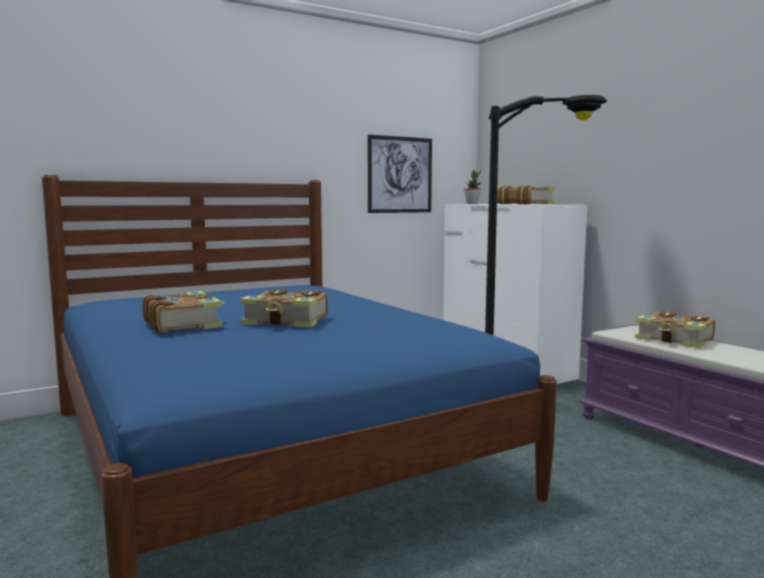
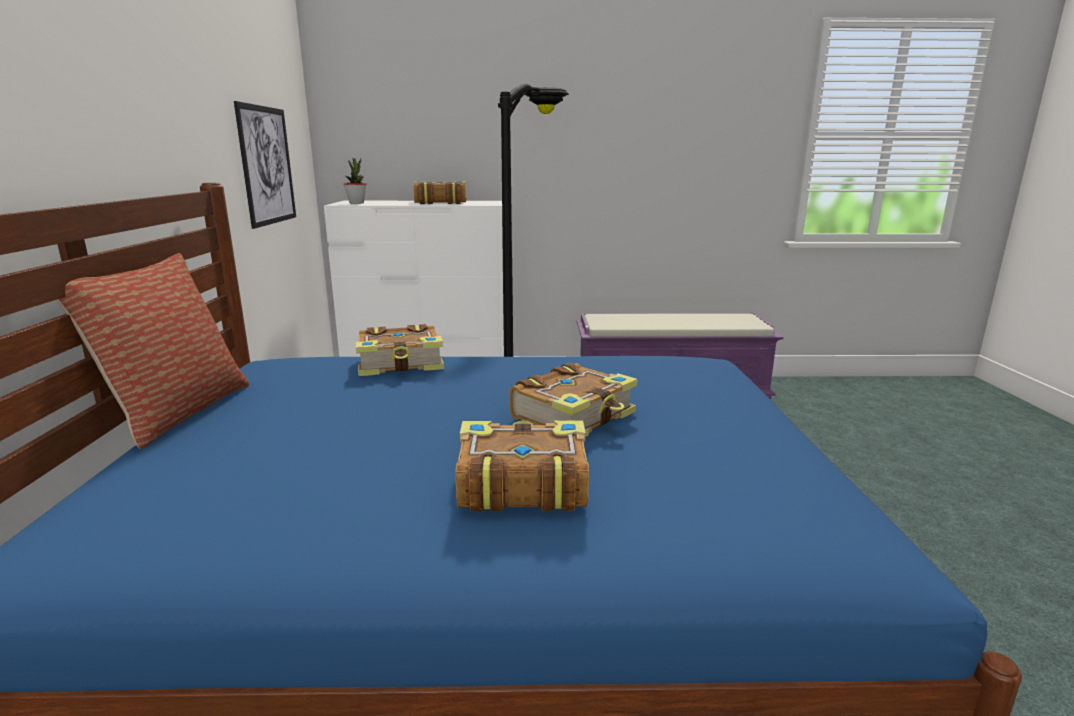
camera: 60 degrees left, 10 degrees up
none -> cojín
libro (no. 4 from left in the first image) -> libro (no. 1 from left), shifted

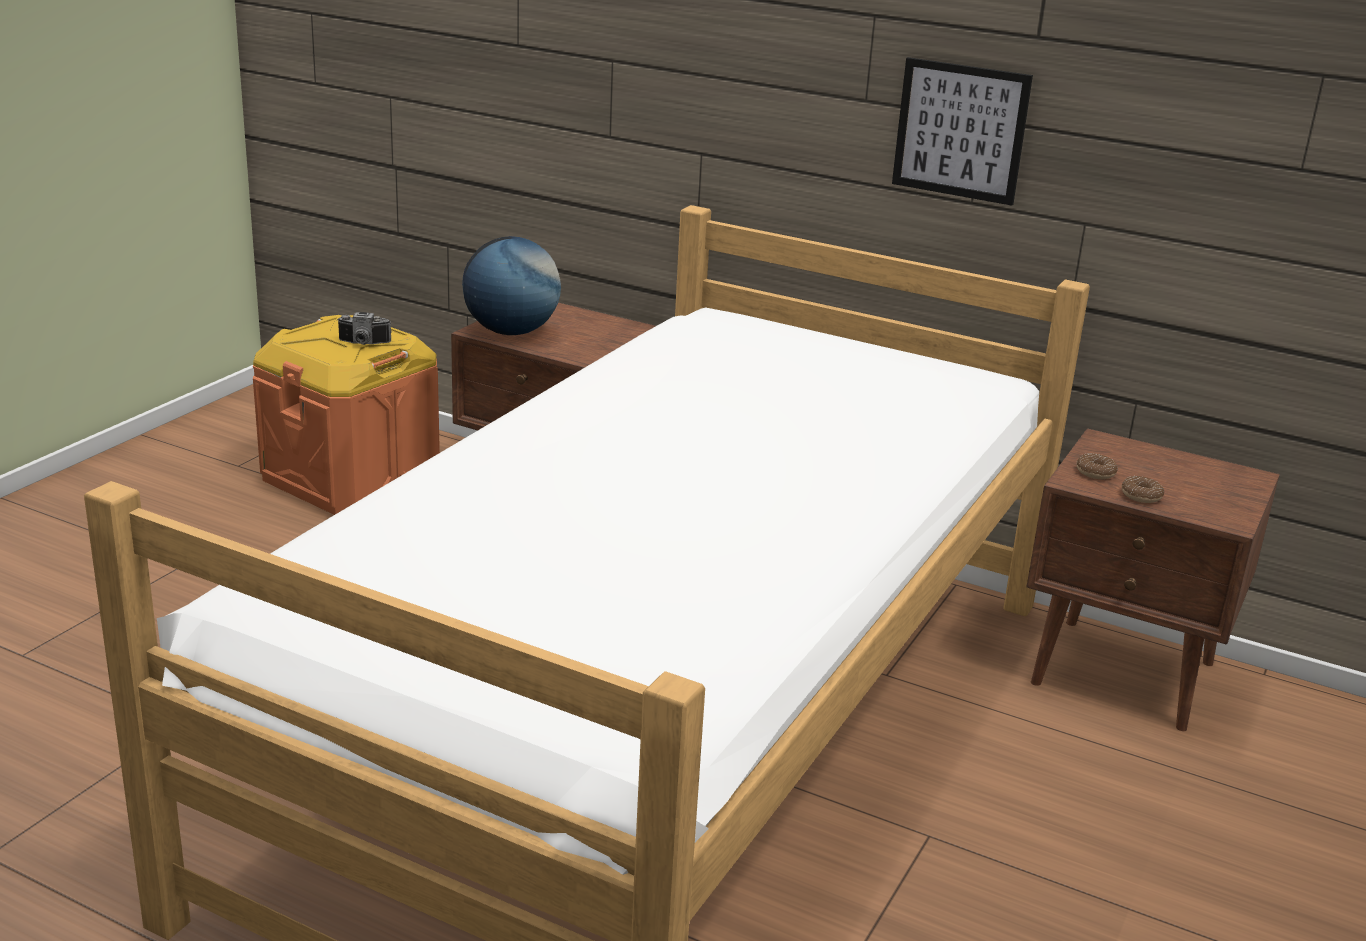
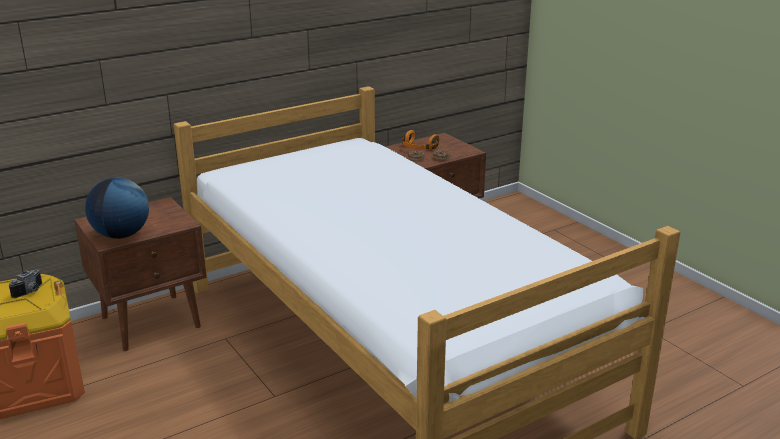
camera: 60 degrees left, 0 degrees up
none -> auriculares [naranja]
cuadro -> none

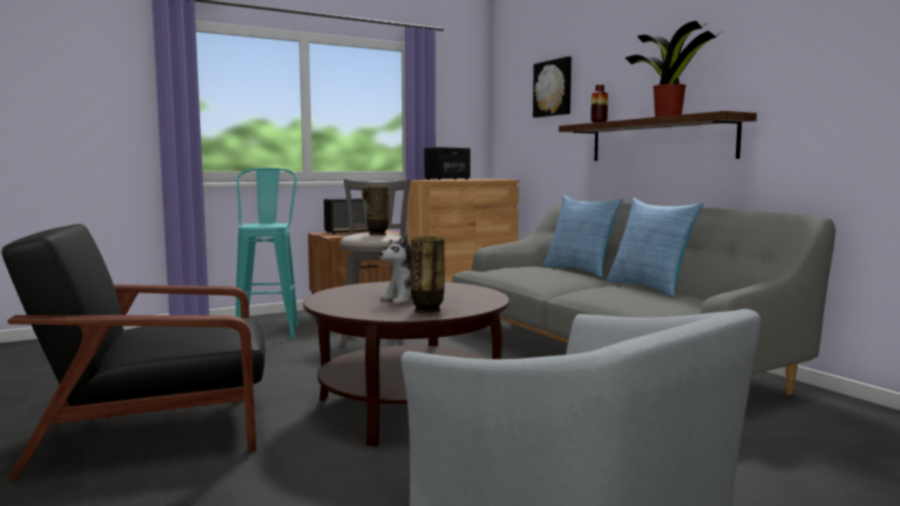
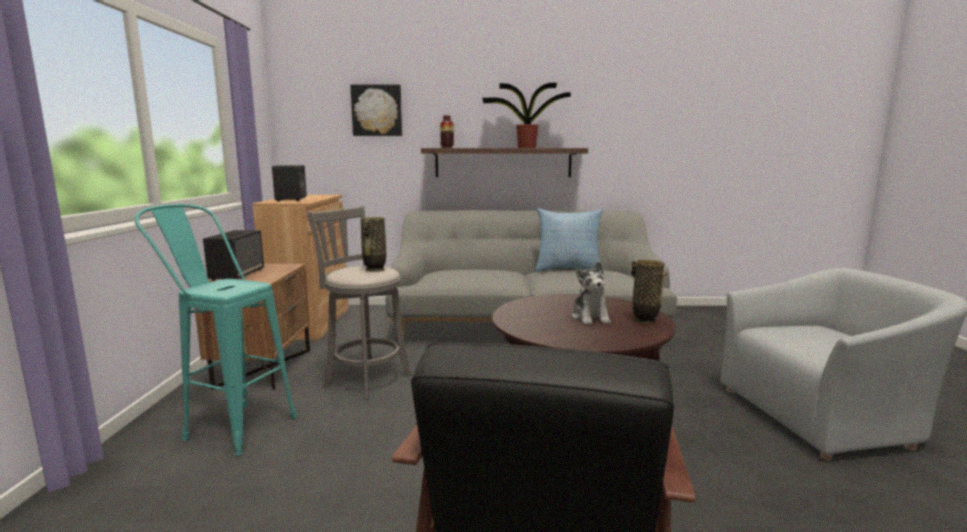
camera: 60 degrees left, 5 degrees up
cojín (no. 1 from left) -> none

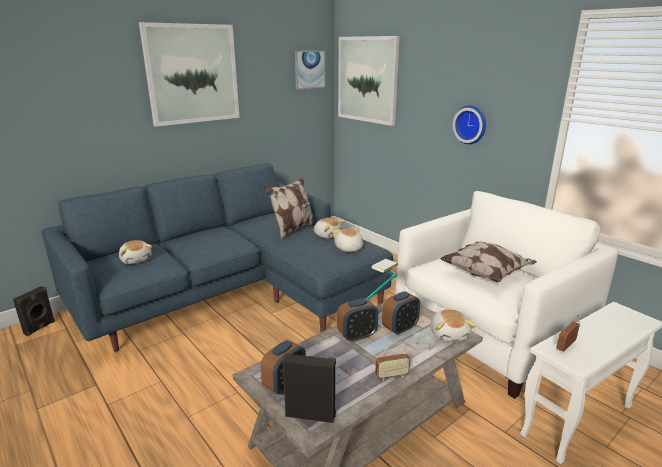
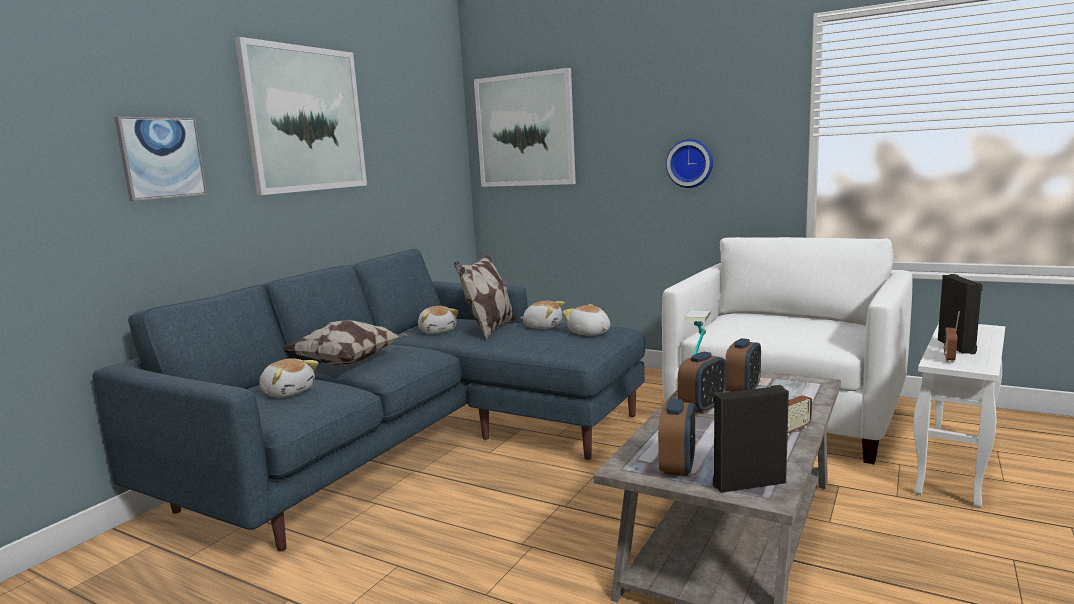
camera: 20 degrees left, 10 degrees down
cuadro (no. 2 from left in the first image) -> cuadro (no. 1 from left), shifted
cojín (no. 2 from left in the first image) -> cojín (no. 1 from left), shifted
peluche (no. 4 from left in the first image) -> peluche (no. 2 from left), shifted
altavoz [negro] (no. 1 from left in the first image) -> altavoz [negro] (no. 2 from left), shifted

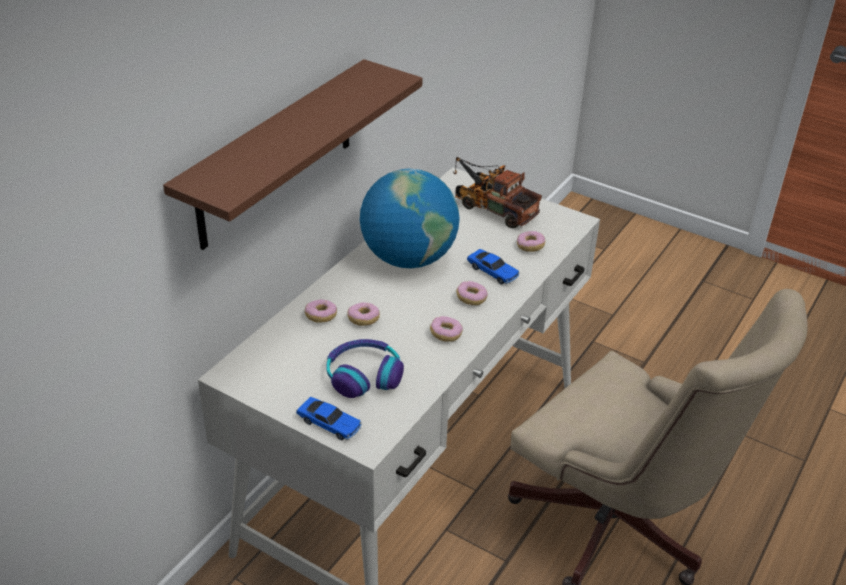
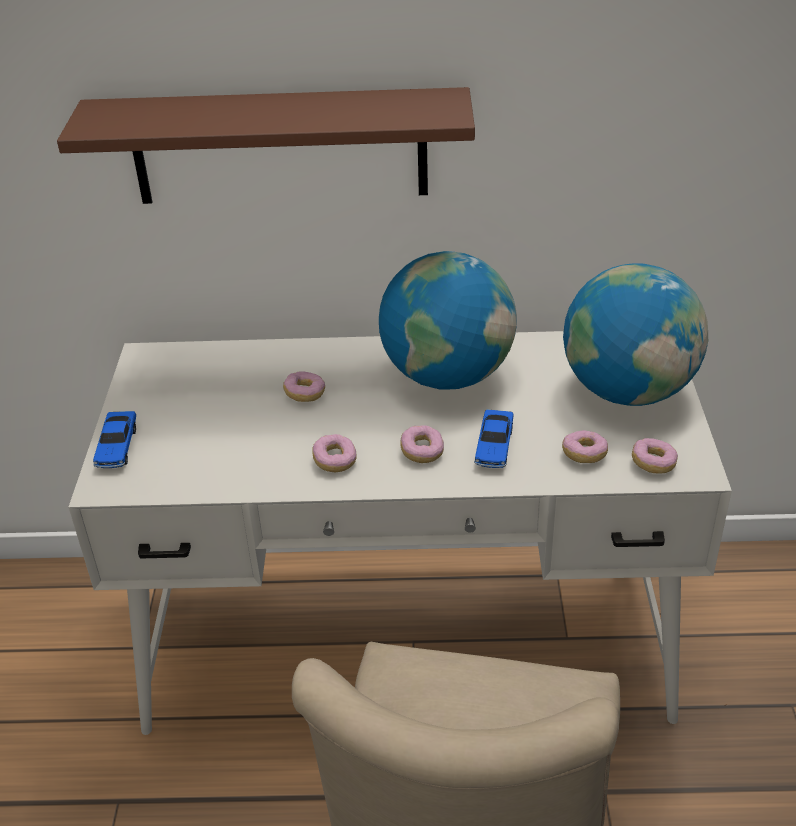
camera: 60 degrees right, 0 degrees up
camión de juguete -> globo terráqueo (no. 2 from left)
rosquilla (no. 1 from left in the first image) -> rosquilla (no. 5 from left), shifted
auriculares -> none

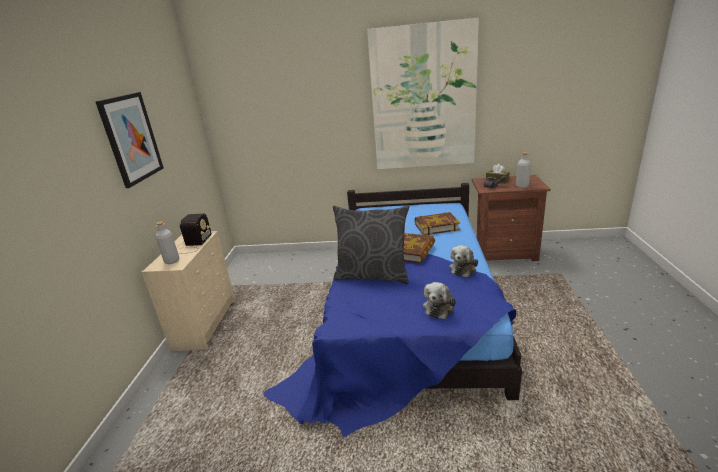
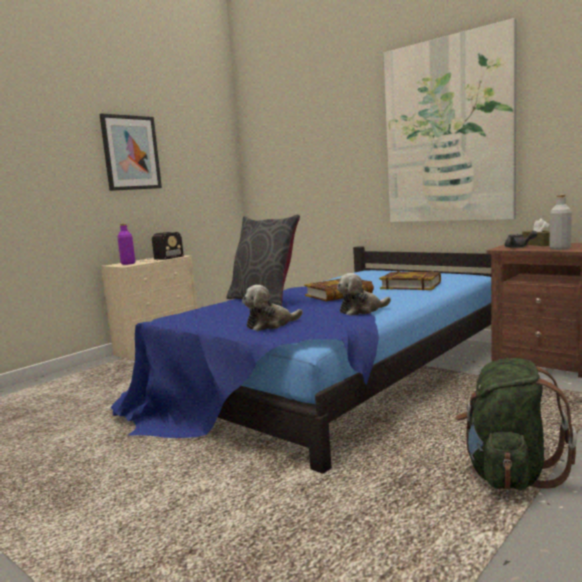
camera: 35 degrees right, 15 degrees down
botella [gris] (no. 1 from left) -> botella [morado]
none -> mochila [verde]

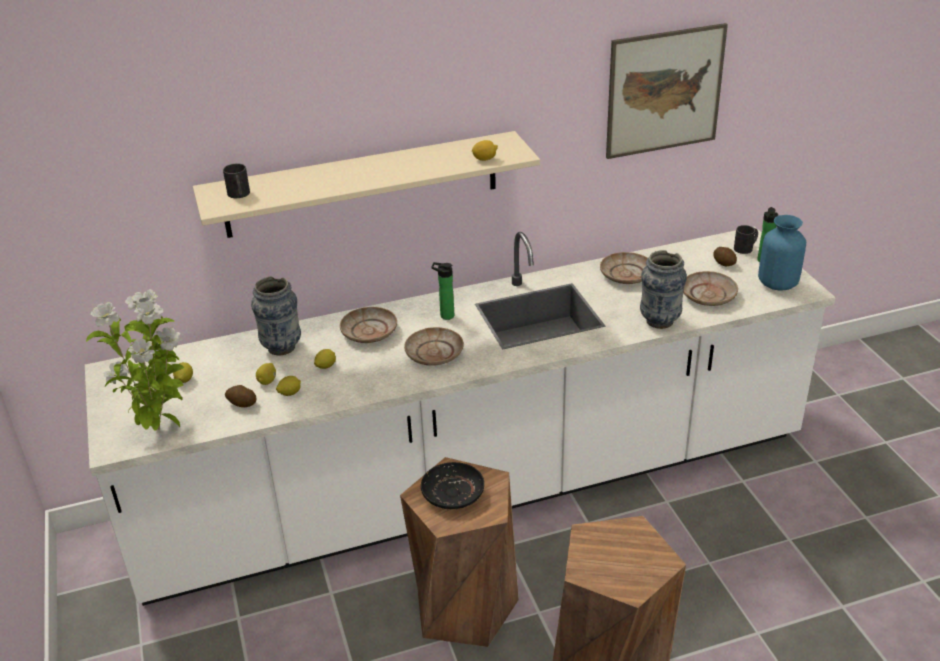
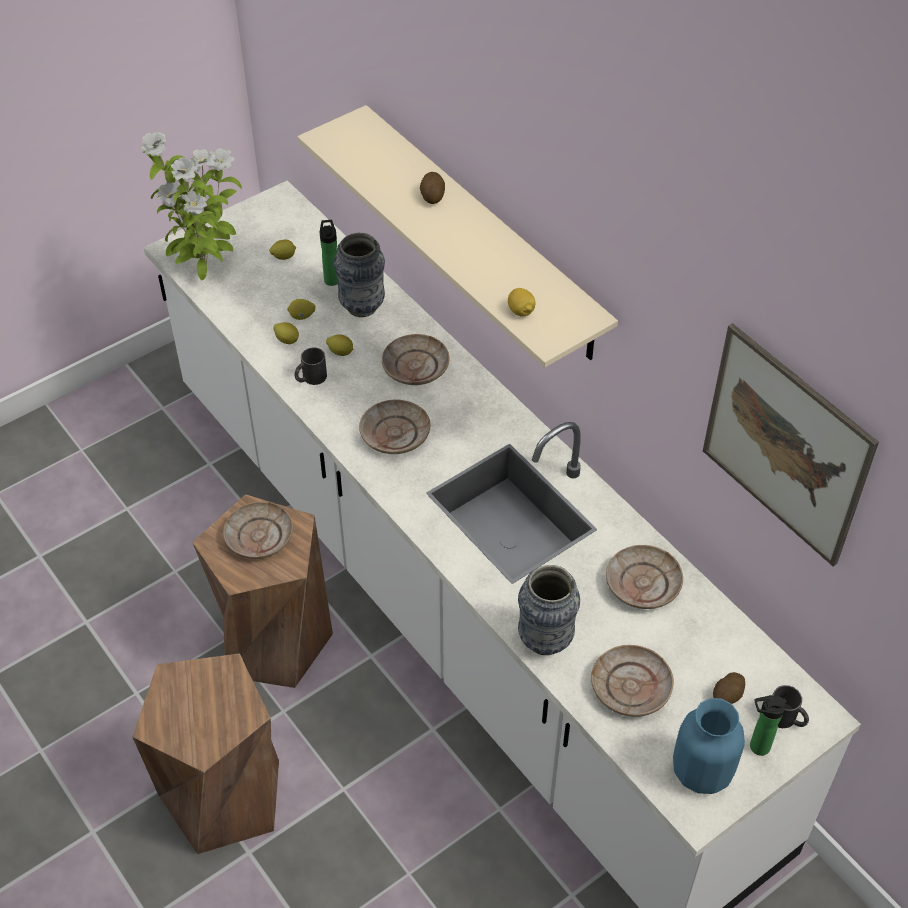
camera: 70 degrees right, 15 degrees up
plato [negro] -> plato [beis] (no. 1 from left)
taza grande [negro] (no. 1 from left), shifted
botella (no. 1 from left), shifted
patata (no. 1 from left), shifted

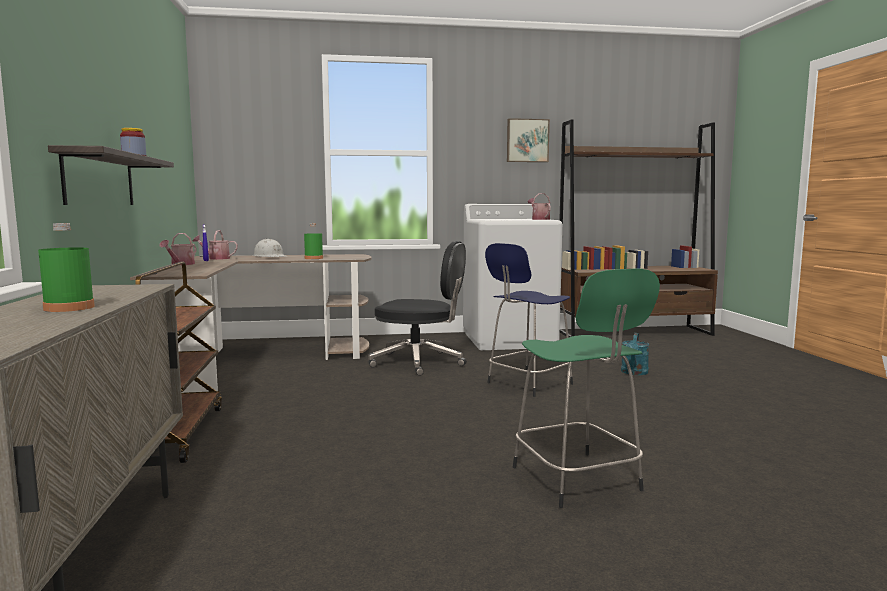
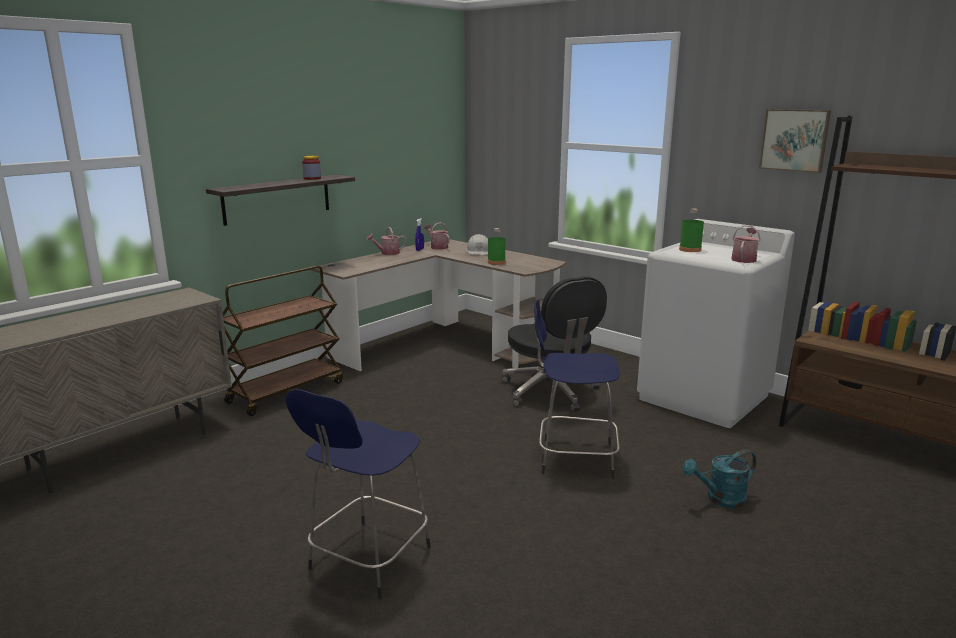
camera: 50 degrees right, 10 degrees up
taburete [verde] -> taburete [azul] (no. 1 from left)
botella [verde] (no. 1 from left in the first image) -> botella [verde] (no. 2 from left), shifted

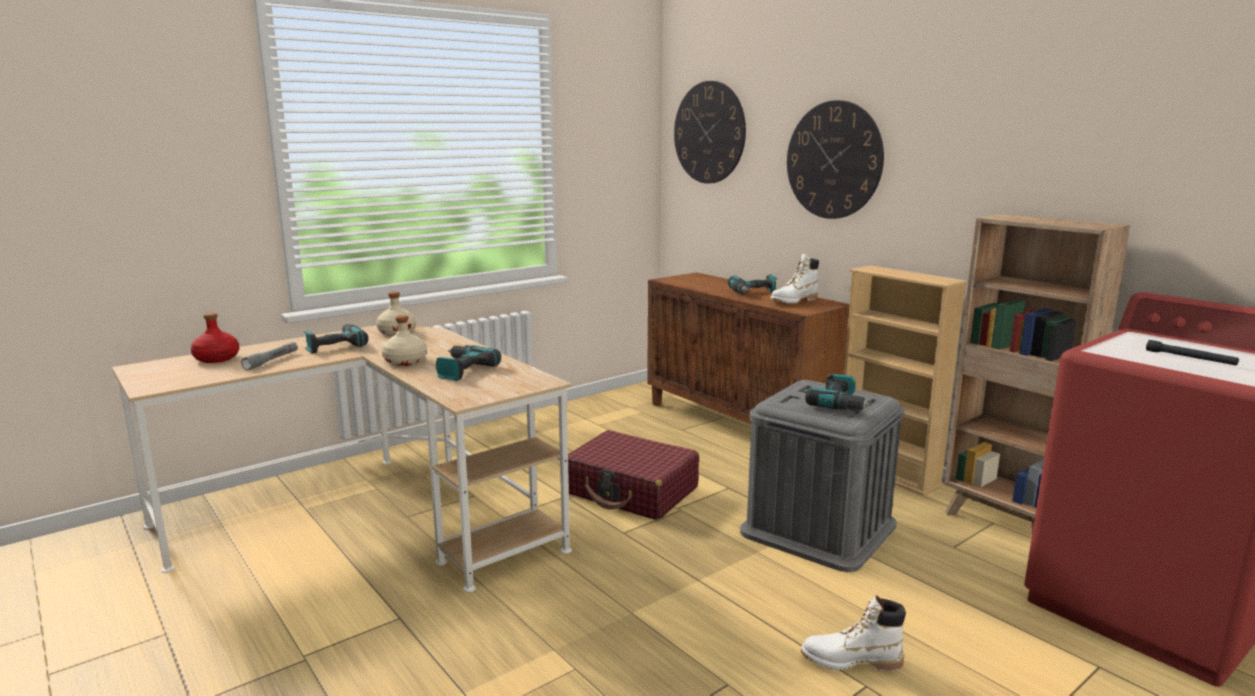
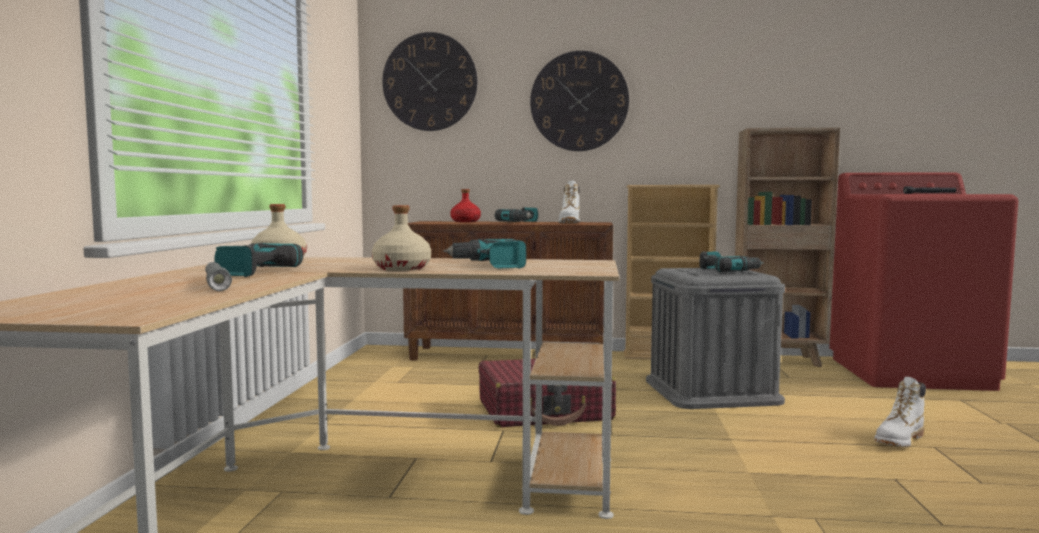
camera: 45 degrees left, 10 degrees down
botella [rojo], shifted

